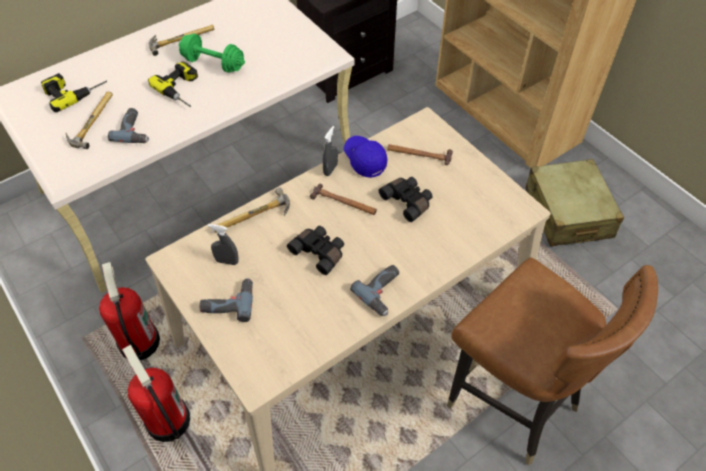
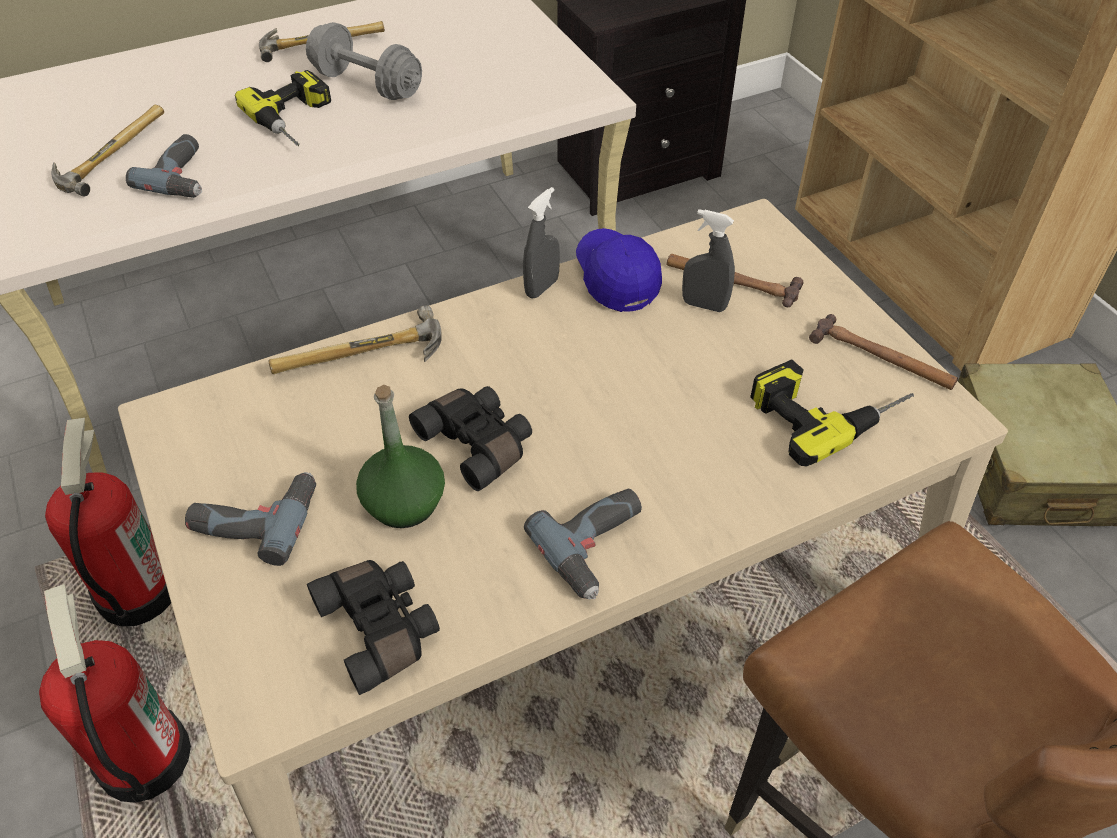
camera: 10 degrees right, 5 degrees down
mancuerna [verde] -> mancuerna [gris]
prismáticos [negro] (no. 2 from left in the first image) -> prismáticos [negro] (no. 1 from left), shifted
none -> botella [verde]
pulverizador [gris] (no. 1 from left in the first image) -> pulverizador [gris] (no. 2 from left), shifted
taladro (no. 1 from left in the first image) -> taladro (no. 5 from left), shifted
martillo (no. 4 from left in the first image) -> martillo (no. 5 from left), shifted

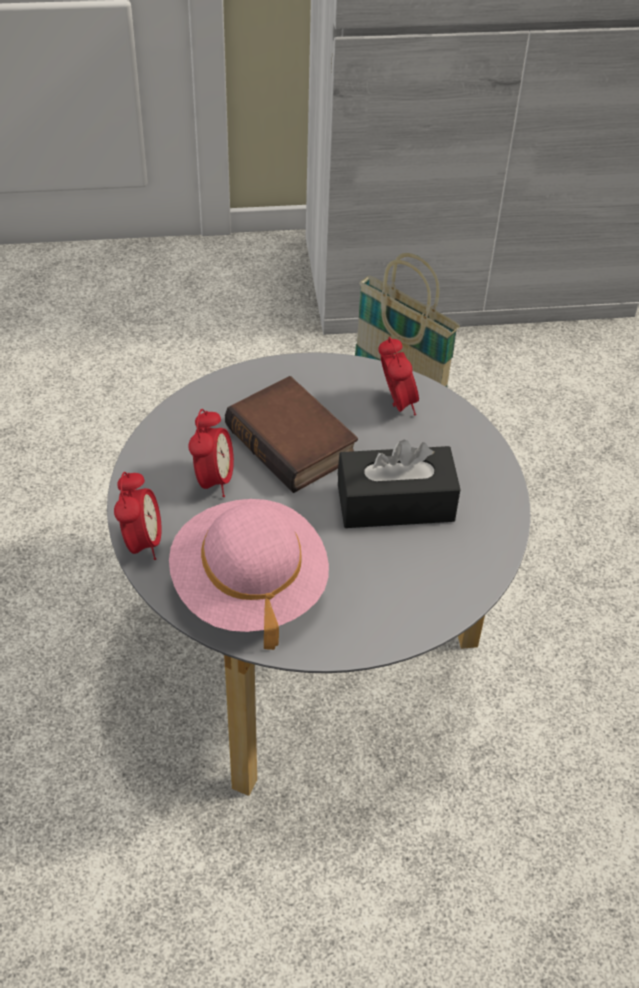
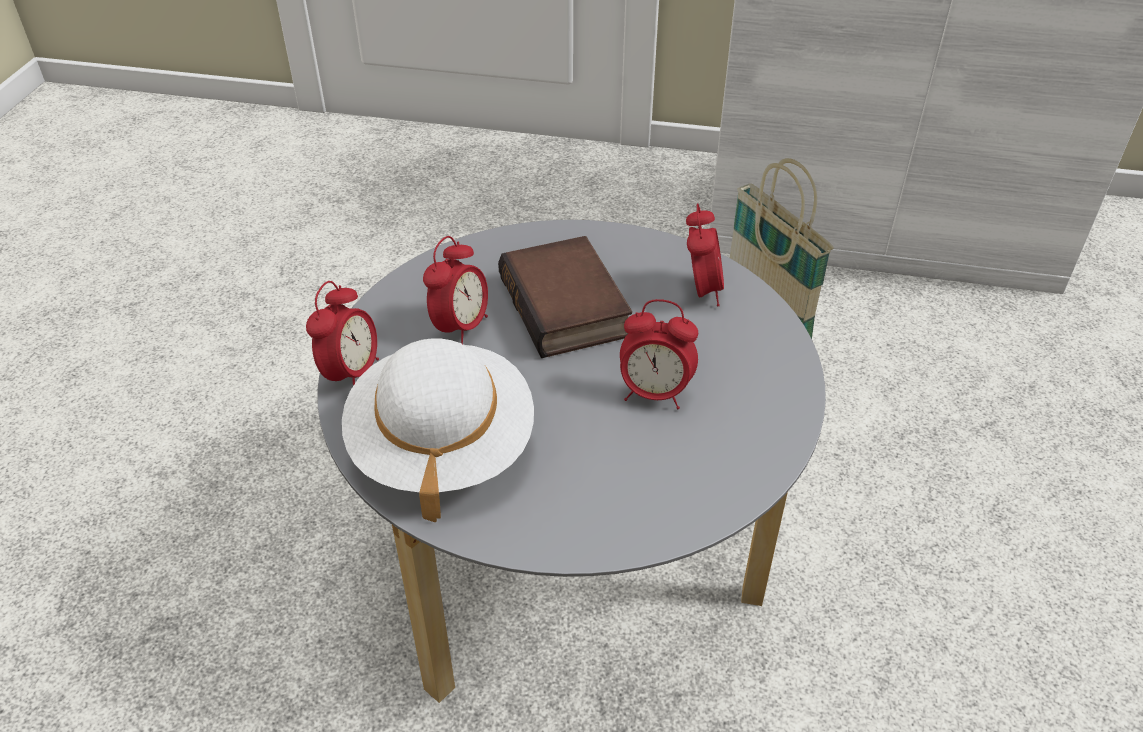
camera: 20 degrees right, 5 degrees down
sombrero [rosa] -> sombrero [blanco]
caja de pañuelos [negro] -> despertador (no. 3 from left)

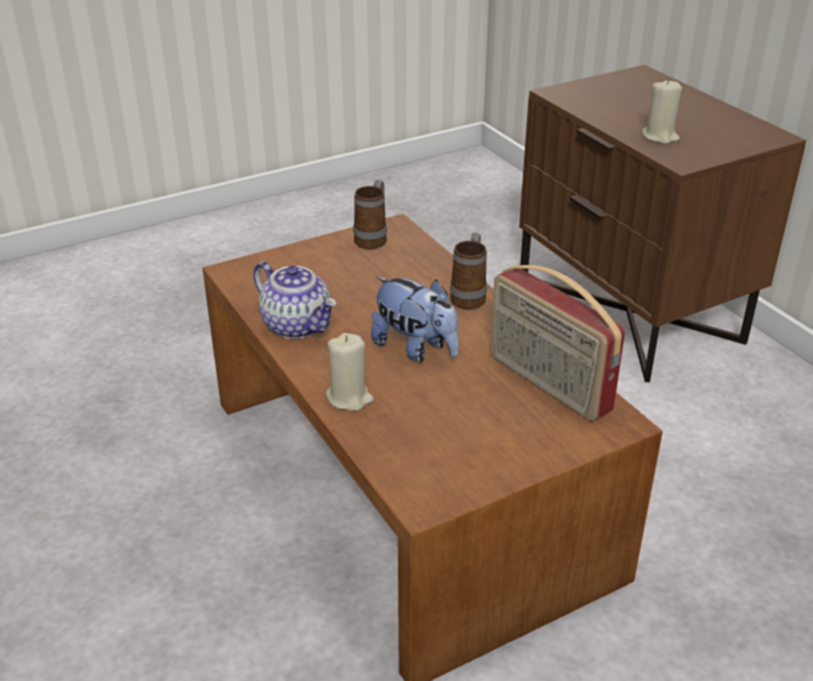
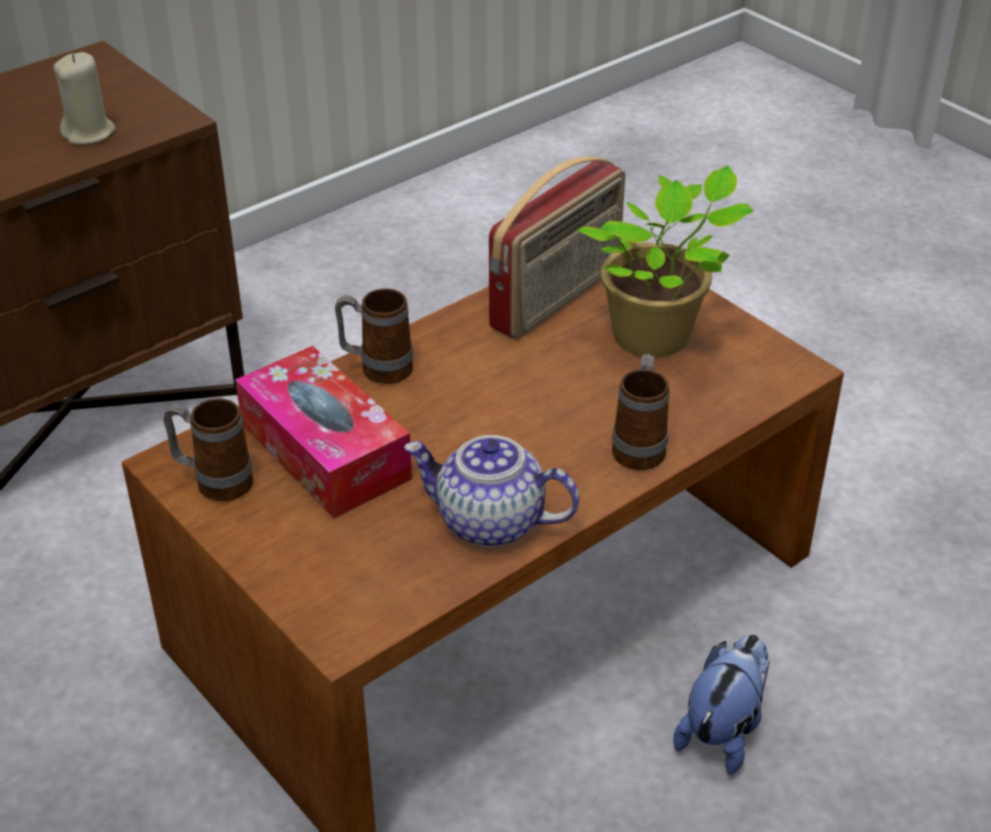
camera: 100 degrees left, 5 degrees up
none -> caja de pañuelos
tetera, 105 degrees counterclockwise
none -> planta en maceta
vela [beis] (no. 1 from left) -> taza grande (no. 3 from left)
peluche, shifted

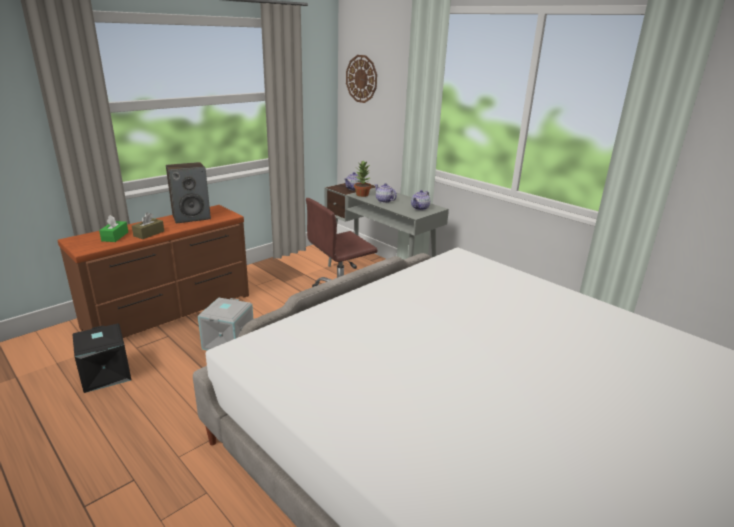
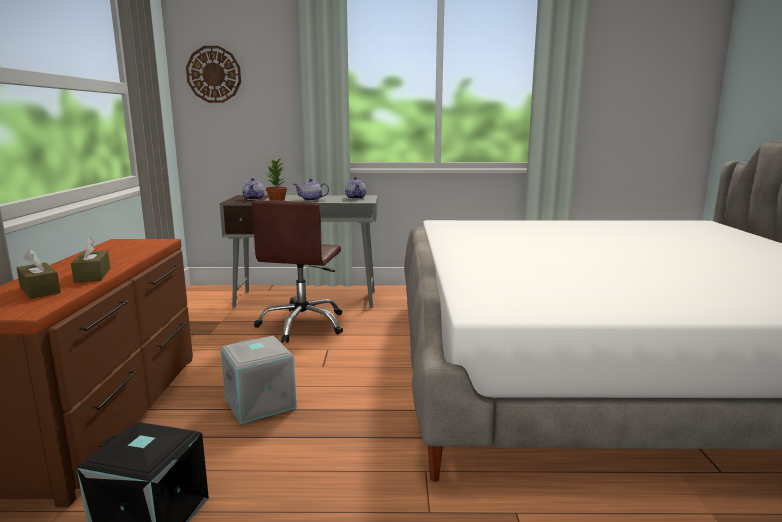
camera: 45 degrees left, 10 degrees down
caja de pañuelos [verde] -> caja de pañuelos [marrón] (no. 1 from left)
altavoz -> none

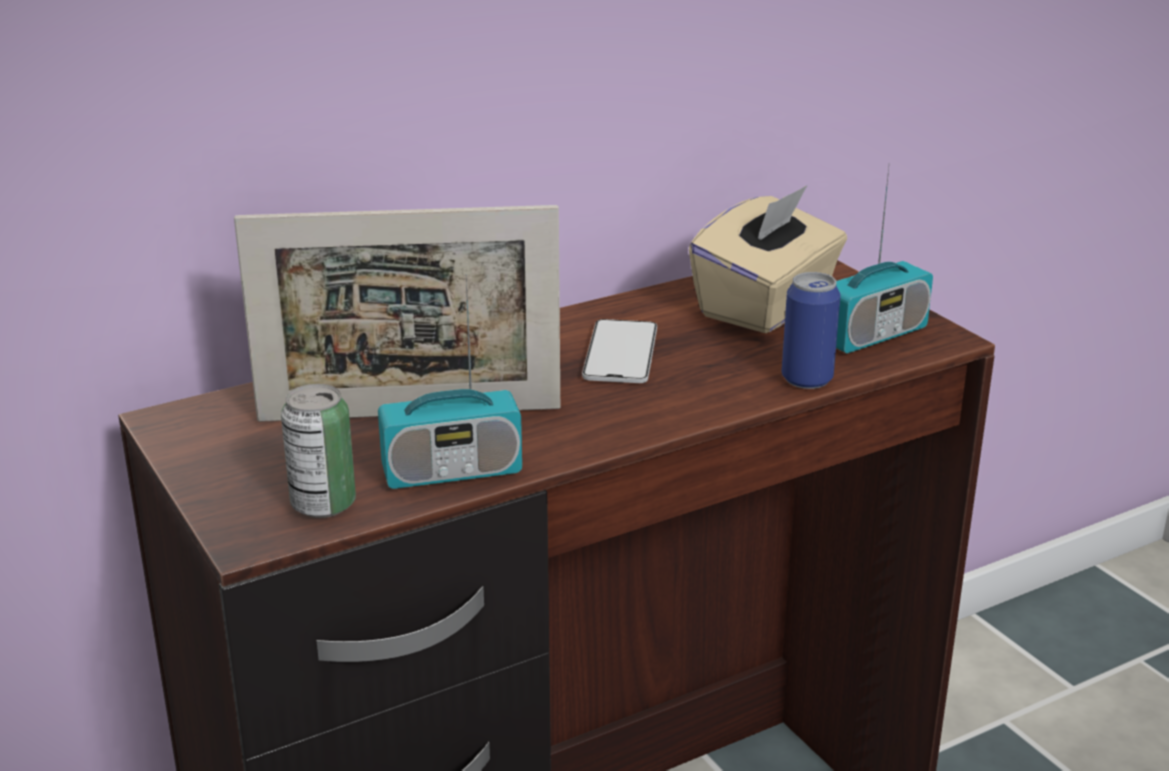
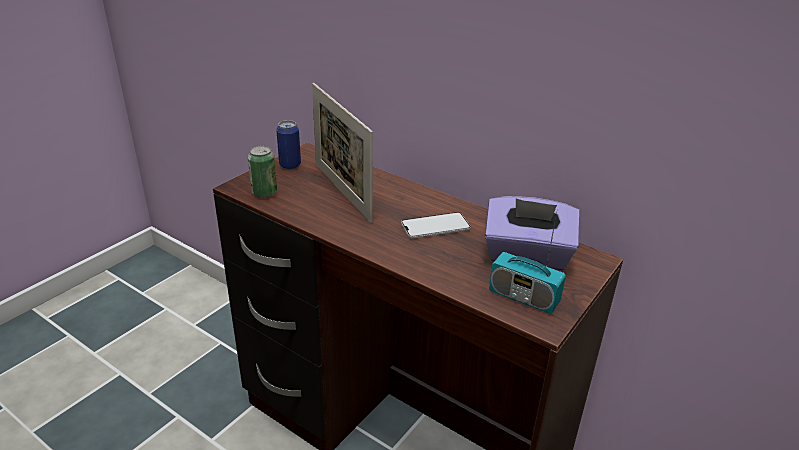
camera: 65 degrees right, 5 degrees up
lata (no. 2 from left), shifted
caja de pañuelos [beis] -> caja de pañuelos [morado]
radio (no. 1 from left) -> none

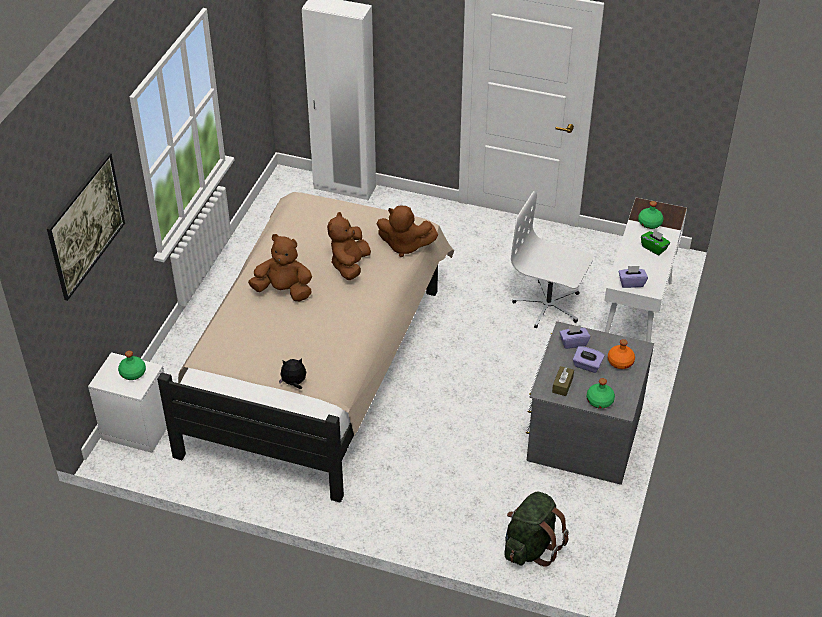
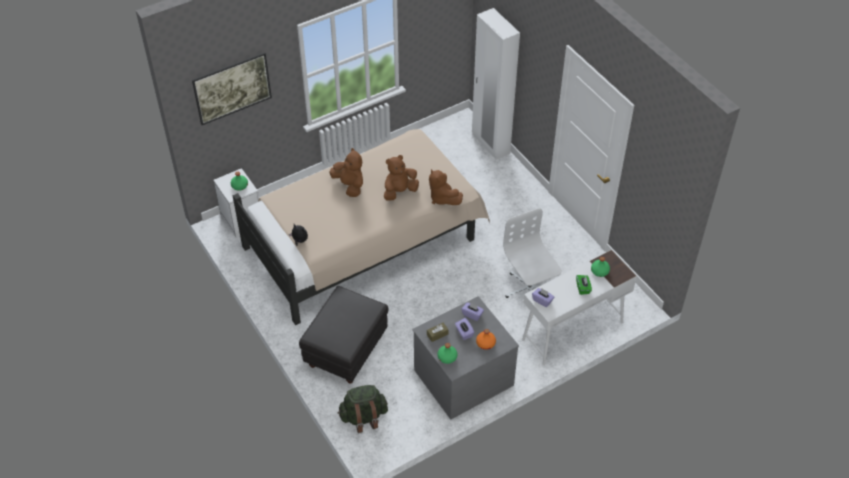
camera: 40 degrees right, 5 degrees up
none -> puf [negro]

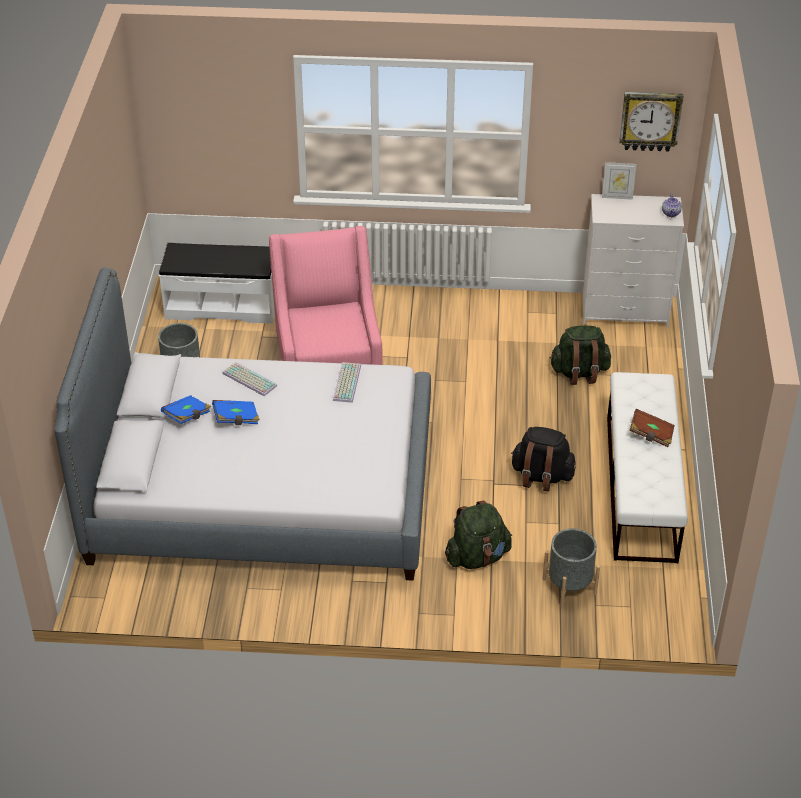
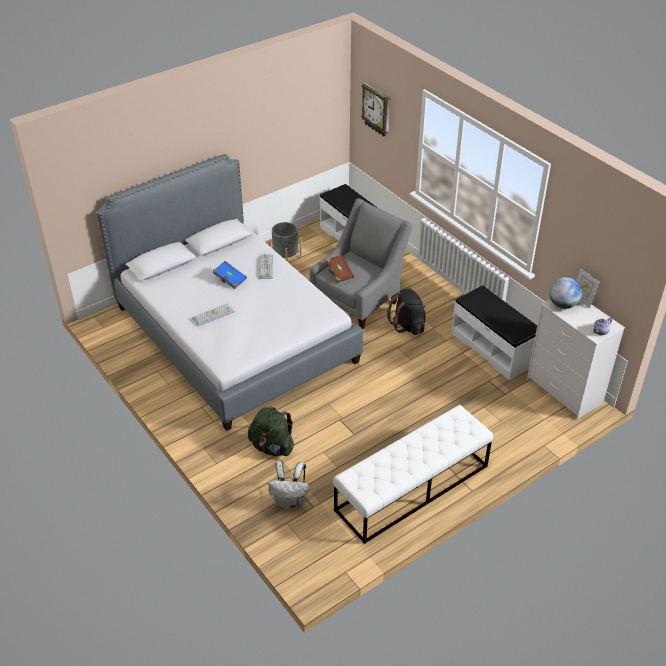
camera: 50 degrees right, 0 degrees up
teclado (no. 2 from left in the first image) -> teclado (no. 1 from left), shifted
maceta [gris] (no. 2 from left) -> mochila [blanco]
sillón [rosa] -> sillón [gris]
libro [marrón], shifted
reloj de pared, shifted
mochila [negro], shifted
none -> banco [blanco] (no. 3 from left)
none -> globo terráqueo
libro [azul] (no. 1 from left) -> none
mochila [verde] (no. 2 from left) -> none

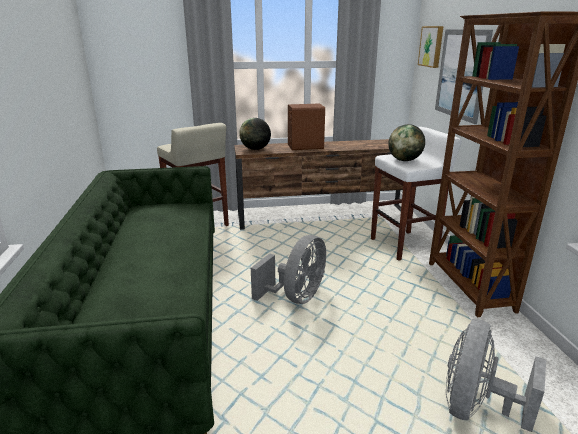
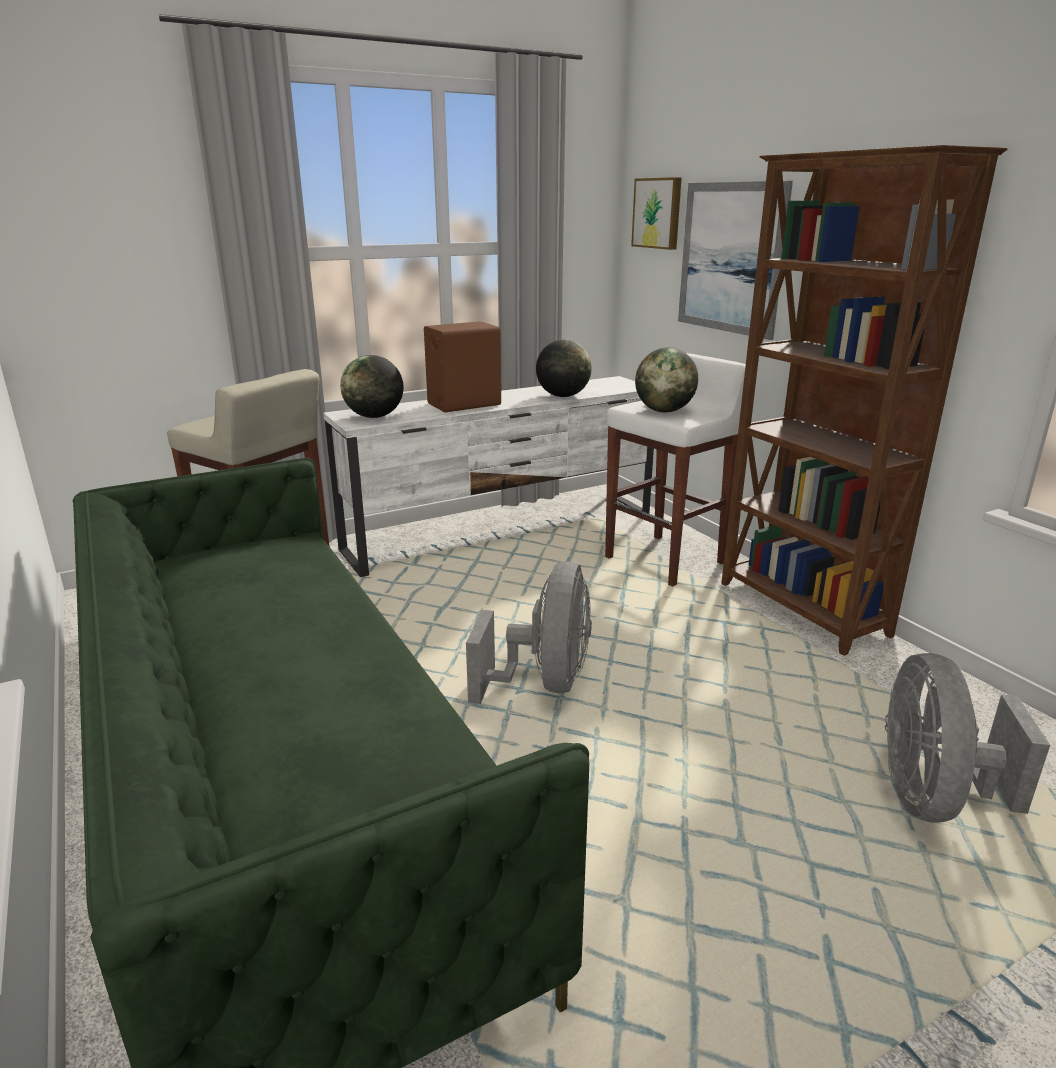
camera: 20 degrees left, 0 degrees up
mueble de televisión [marrón] -> mueble de televisión [blanco]
none -> globo terráqueo (no. 2 from left)

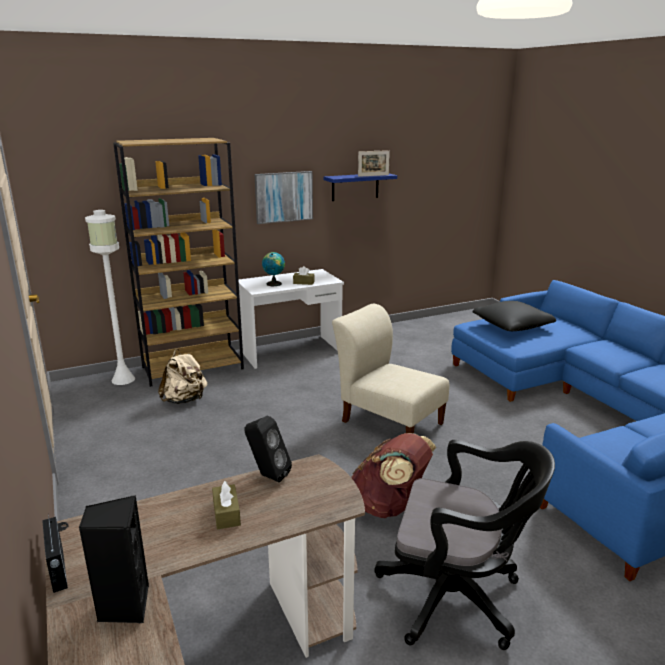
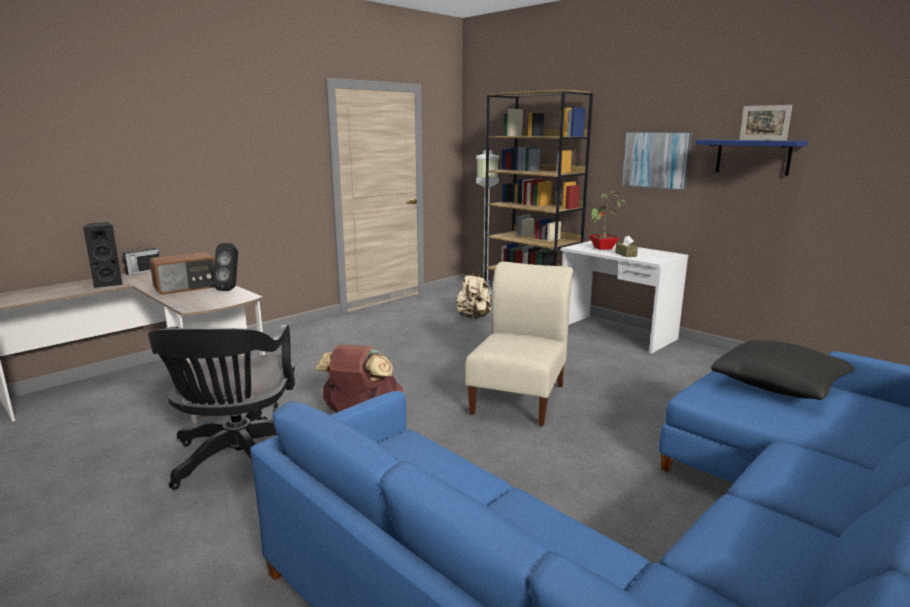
camera: 70 degrees right, 5 degrees down
caja de pañuelos [marrón] (no. 1 from left) -> radio (no. 2 from left)
globo terráqueo -> planta en maceta

